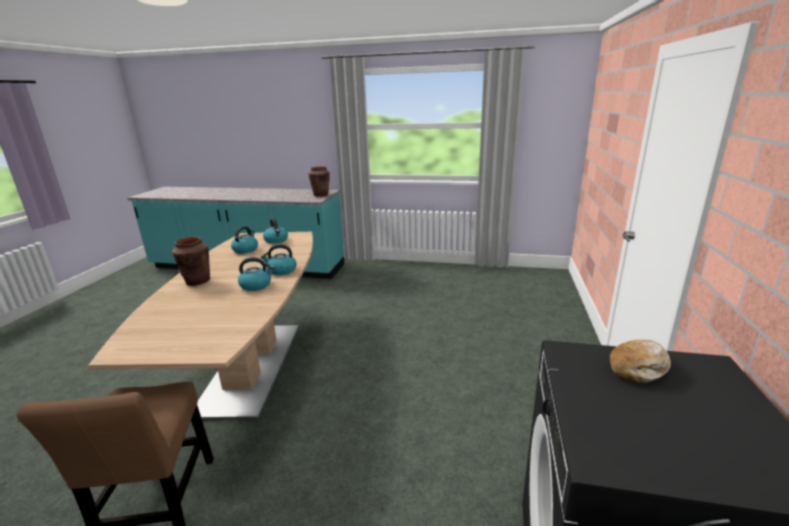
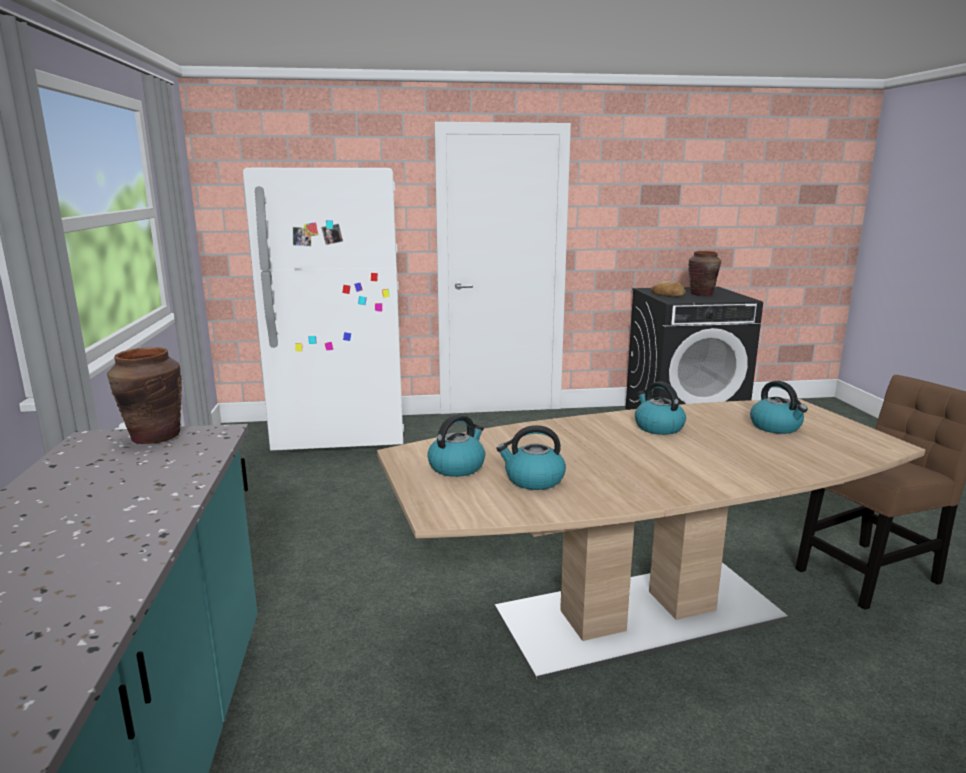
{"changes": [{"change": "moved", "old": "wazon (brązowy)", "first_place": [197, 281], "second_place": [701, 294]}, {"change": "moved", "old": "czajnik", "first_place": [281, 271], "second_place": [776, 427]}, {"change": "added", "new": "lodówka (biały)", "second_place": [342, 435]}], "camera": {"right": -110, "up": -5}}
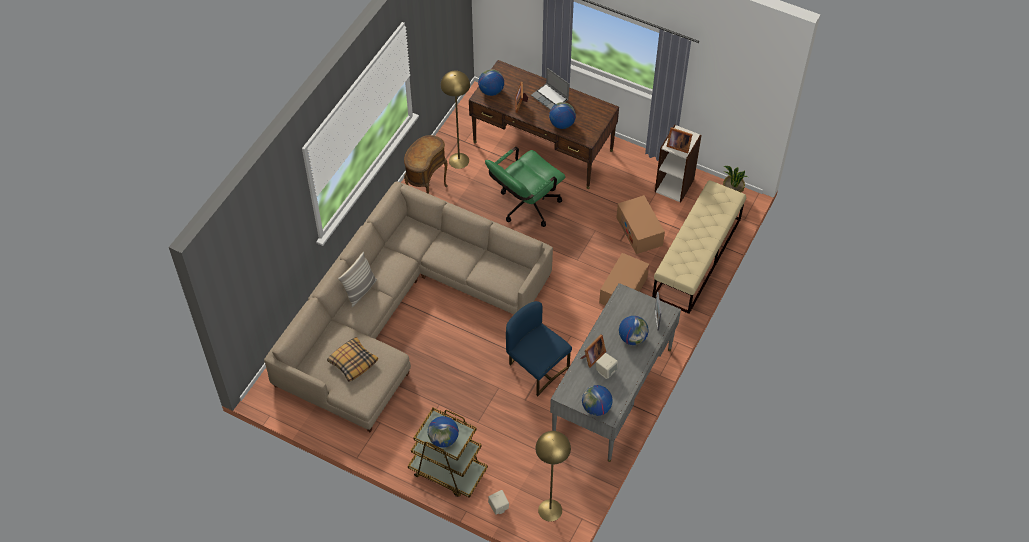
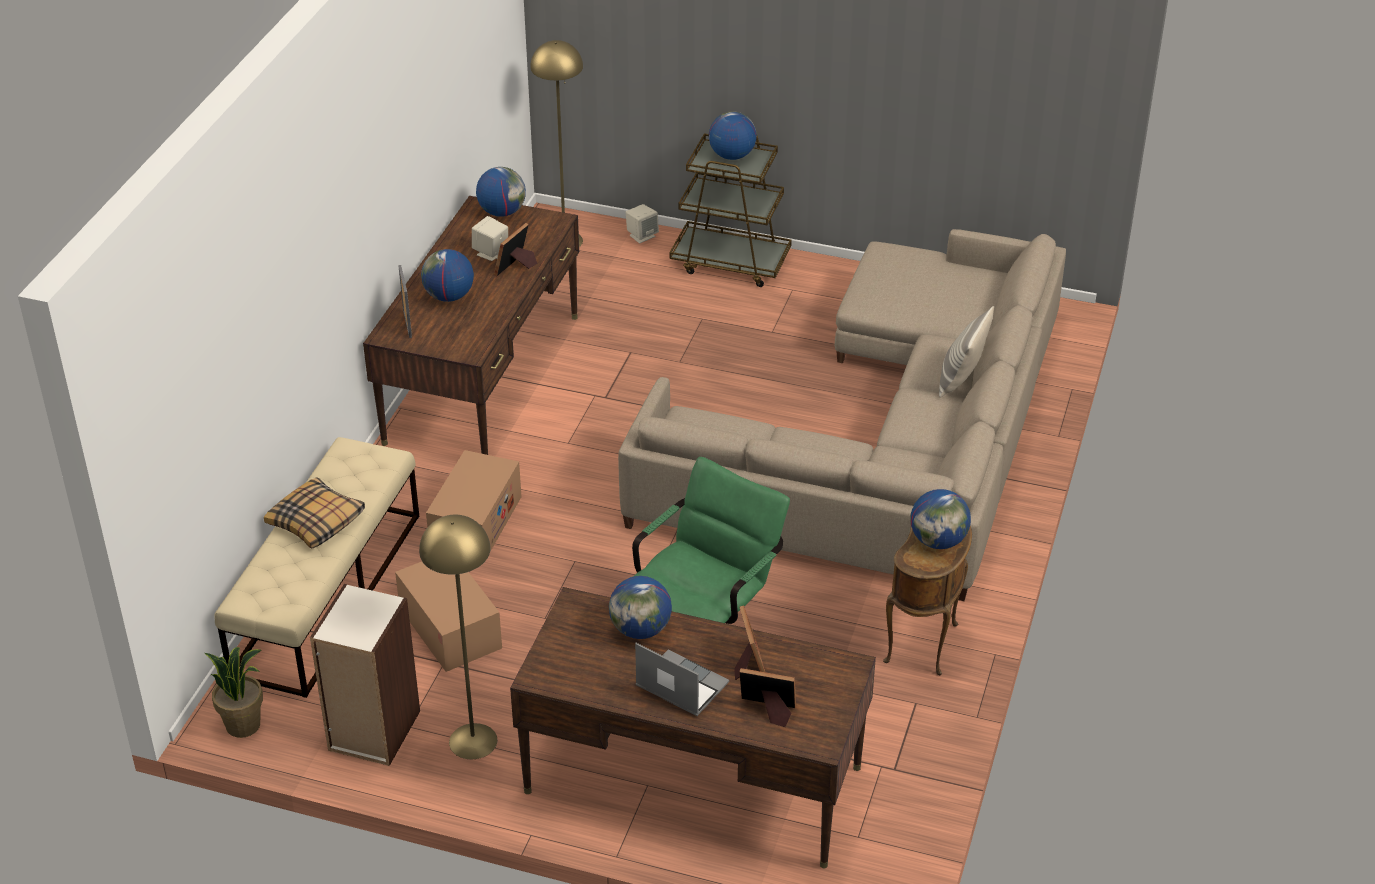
{"changes": [{"change": "moved", "old": "globus", "first_place": [491, 91], "second_place": [938, 541]}, {"change": "moved", "old": "lampa stojąca (żółty)", "first_place": [459, 160], "second_place": [473, 741]}, {"change": "moved", "old": "ramka na zdjęcie", "first_place": [678, 145], "second_place": [768, 711]}, {"change": "recoloured", "old": "biurko (szary)", "new": "biurko (brązowy)", "first_place": [612, 391], "second_place": [482, 378]}, {"change": "removed", "old": "krzesło (niebieski)", "first_place": [536, 367]}, {"change": "moved", "old": "poduszka", "first_place": [353, 362], "second_place": [316, 522]}], "camera": {"right": 170, "up": -15}}
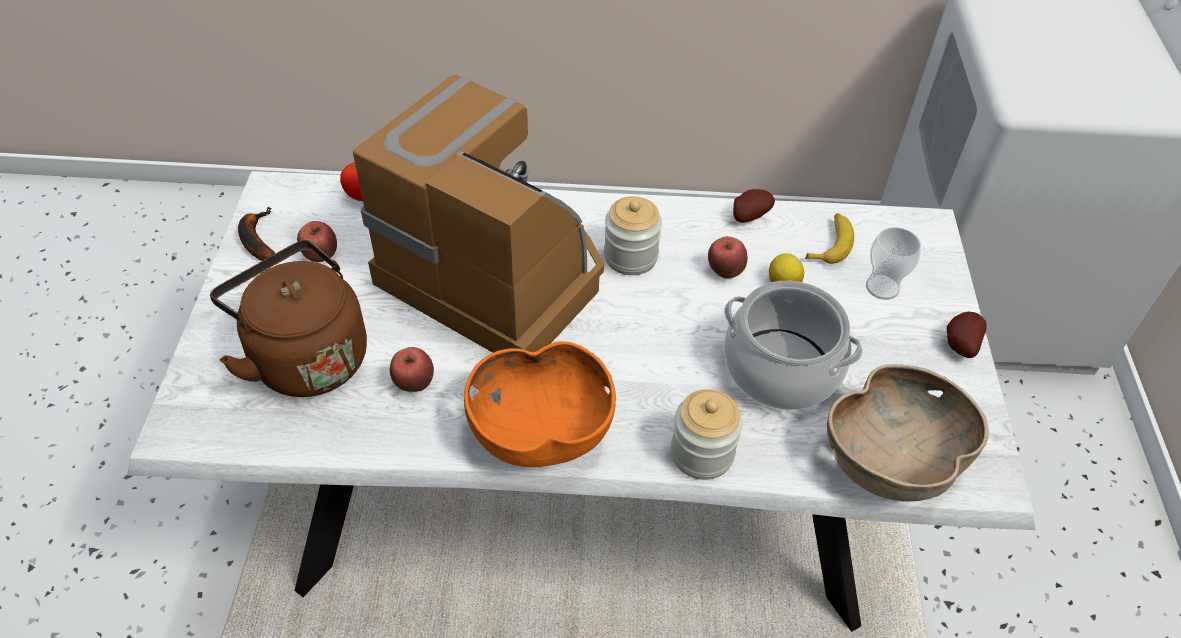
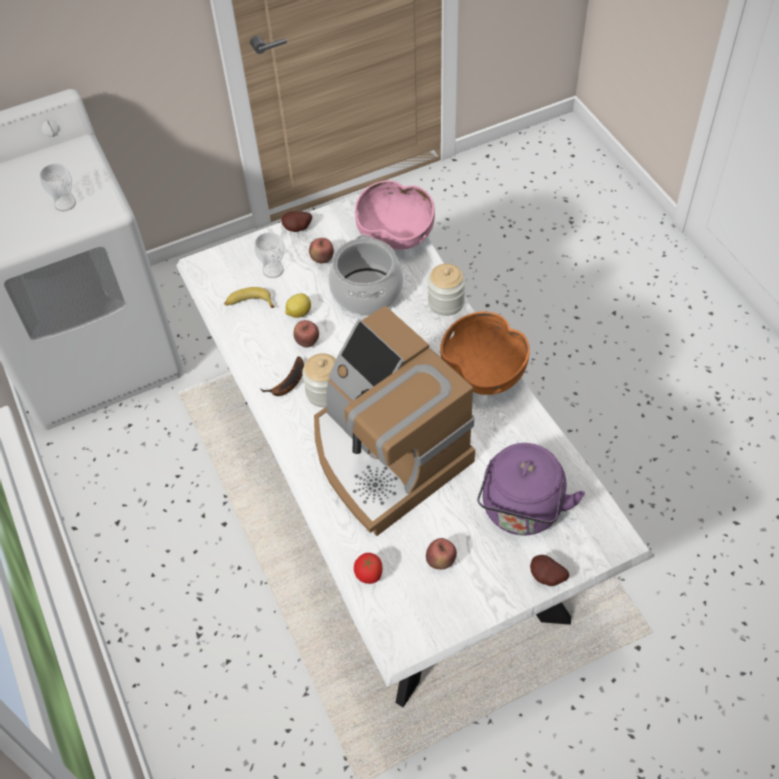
{"changes": [{"change": "turned", "old": "ekspres do kawy", "first_place": [496, 272], "second_place": [385, 454], "degrees": -45}, {"change": "moved", "old": "ziemniak", "first_place": [748, 216], "second_place": [546, 578]}, {"change": "moved", "old": "banan", "first_place": [256, 240], "second_place": [287, 383]}, {"change": "recoloured", "old": "czajnik (brązowy)", "new": "czajnik (fioletowy)", "first_place": [305, 356], "second_place": [521, 512]}, {"change": "moved", "old": "jabłko", "first_place": [414, 384], "second_place": [322, 259]}, {"change": "recoloured", "old": "miska (brązowy)", "new": "miska (różowy)", "first_place": [892, 461], "second_place": [396, 233]}, {"change": "added", "new": "filiżanka", "second_place": [65, 203]}], "camera": {"right": -115, "up": 5}}
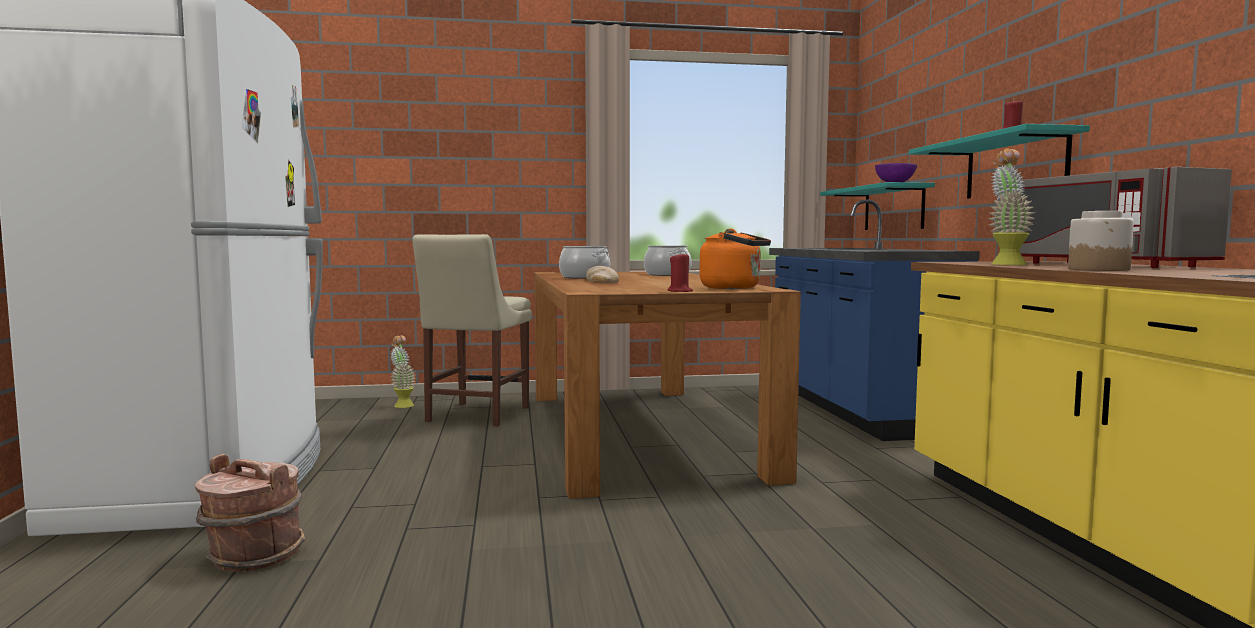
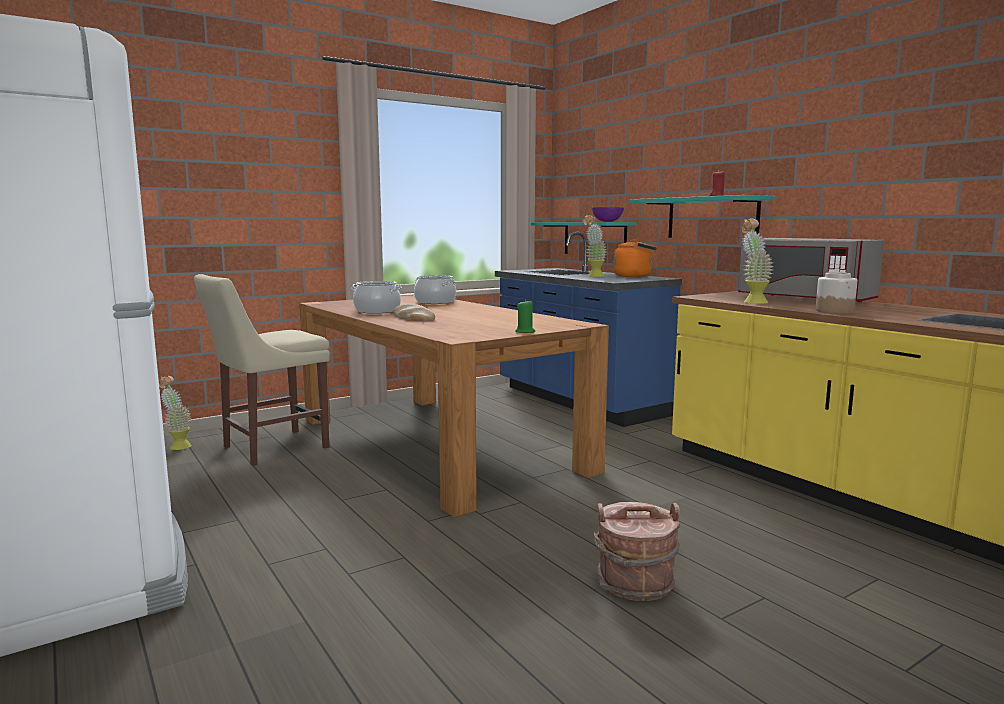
{"changes": [{"change": "moved", "old": "czajnik (pomarańczowy)", "first_place": [734, 288], "second_place": [634, 276]}, {"change": "turned", "old": "krzesło (beżowy)", "first_place": [475, 415], "second_place": [270, 448], "degrees": 60}, {"change": "recoloured", "old": "świeca (czerwony)", "new": "świeca (zielony)", "first_place": [680, 291], "second_place": [525, 332]}, {"change": "moved", "old": "wiadro (brązowy)", "first_place": [253, 555], "second_place": [635, 584]}, {"change": "added", "new": "roślina doniczkowa", "second_place": [593, 276]}], "camera": {"right": -25, "up": 5}}
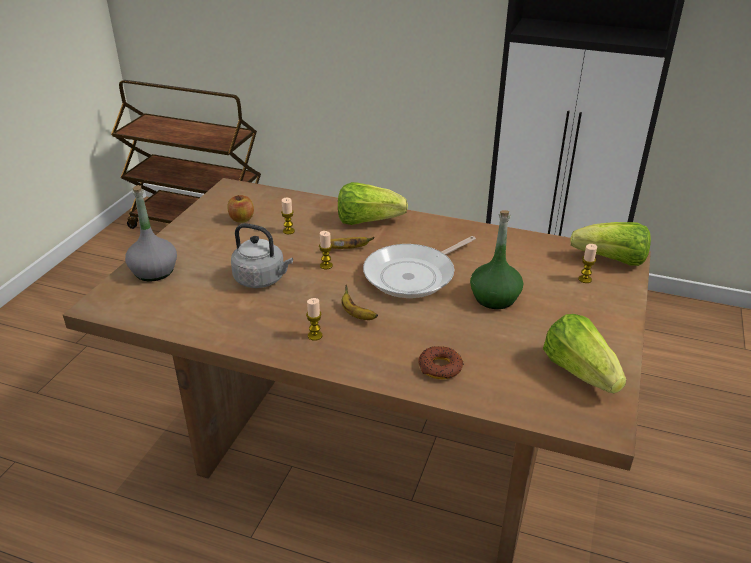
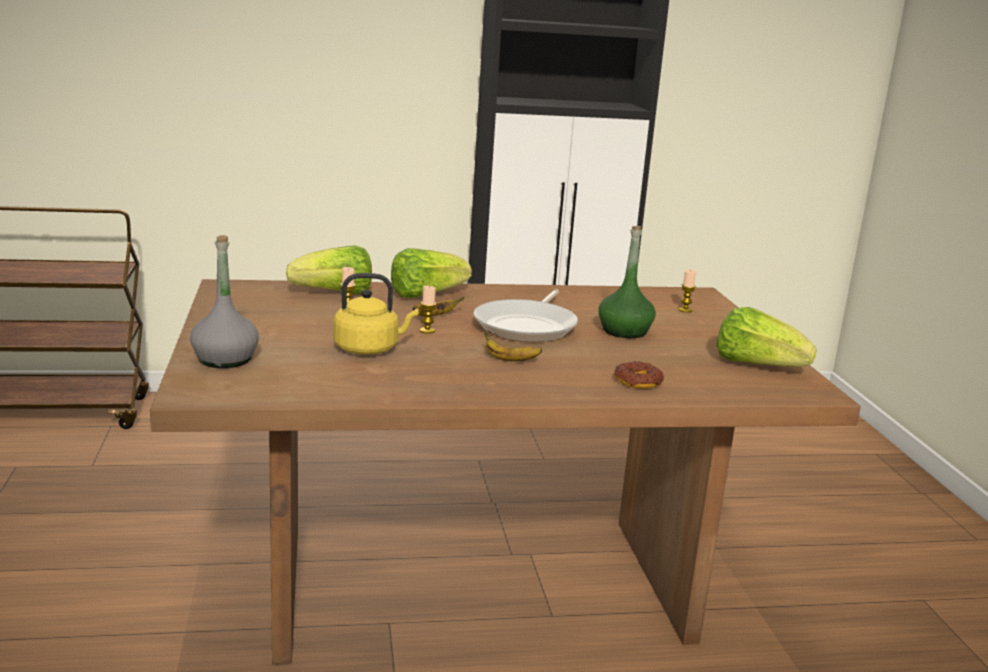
{"changes": [{"change": "removed", "old": "jabłko", "first_place": [242, 219]}, {"change": "moved", "old": "sałata", "first_place": [611, 260], "second_place": [335, 294]}, {"change": "recoloured", "old": "czajnik (szary)", "new": "czajnik (żółty)", "first_place": [262, 279], "second_place": [369, 349]}, {"change": "removed", "old": "świeca", "first_place": [315, 336]}], "camera": {"right": -30, "up": -15}}
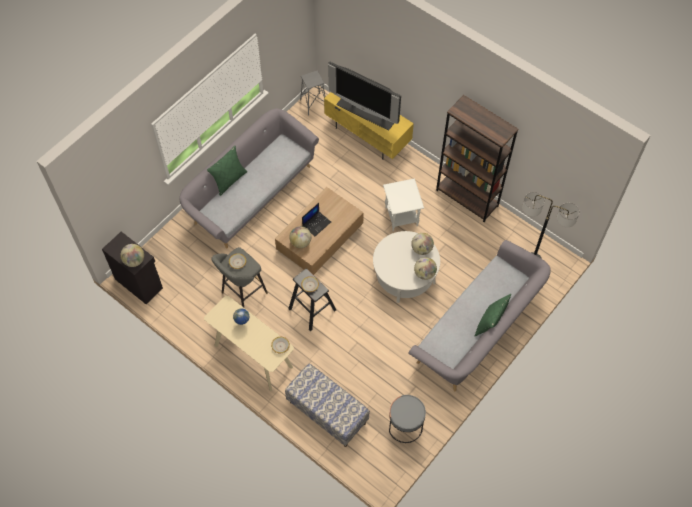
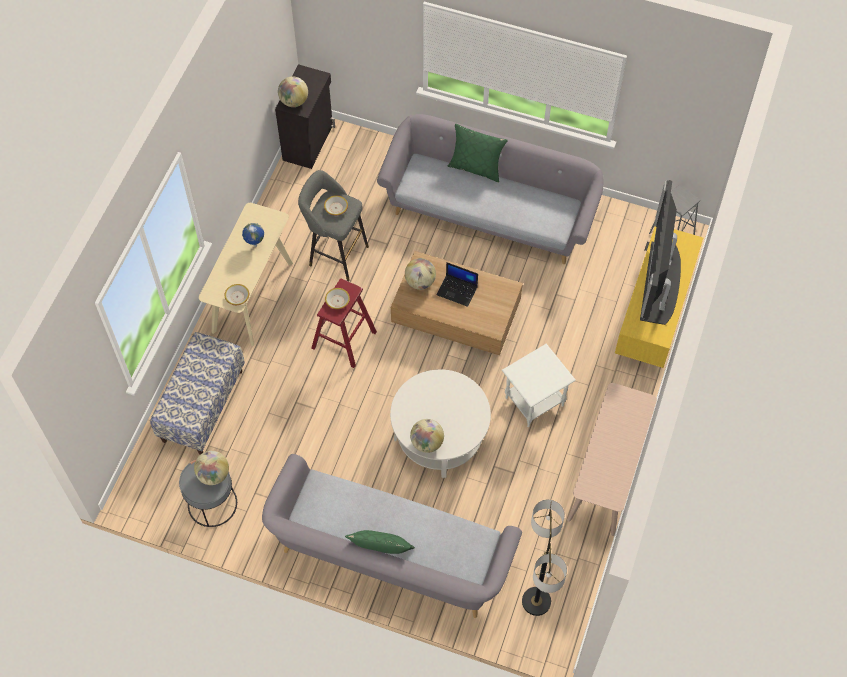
{"changes": [{"change": "replaced", "old": "regał (brązowy)", "new": "stolik konsolowy (beżowy)", "first_place": [467, 198], "second_place": [606, 479]}, {"change": "moved", "old": "globus", "first_place": [421, 249], "second_place": [213, 474]}, {"change": "recoloured", "old": "stołek (czarny)", "new": "stołek (czerwony)", "first_place": [312, 309], "second_place": [344, 340]}], "camera": {"right": 70, "up": 0}}
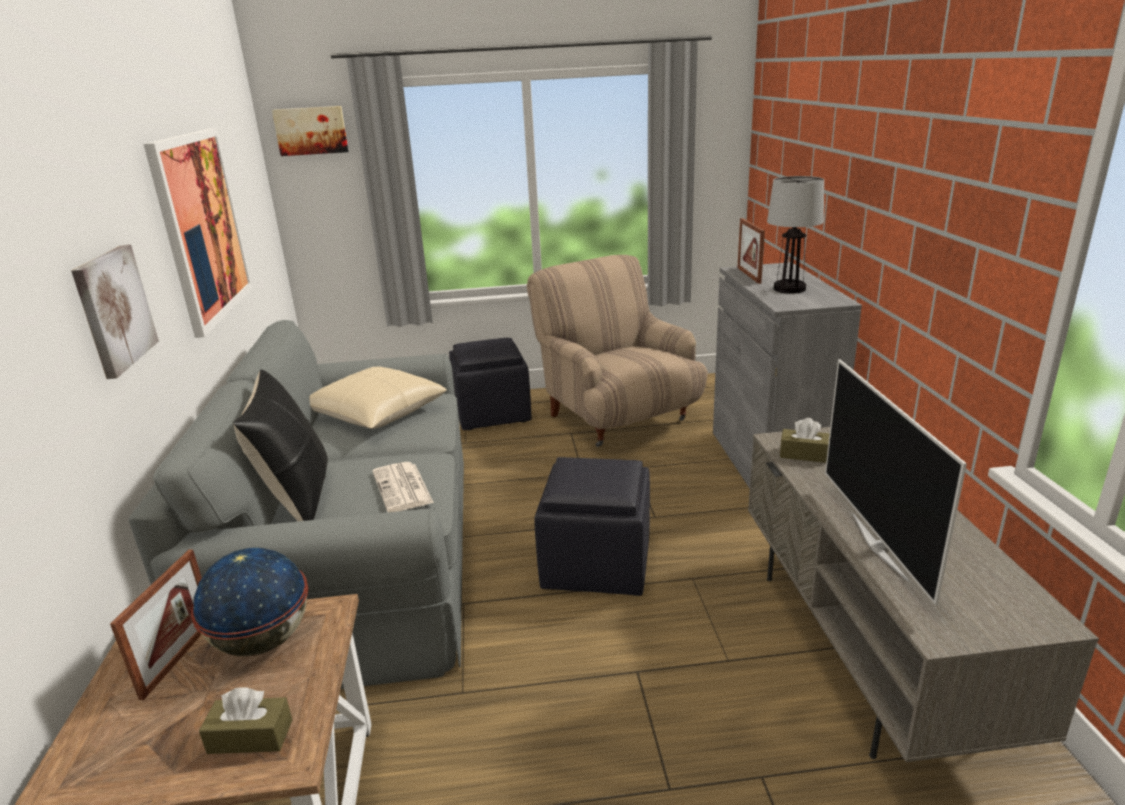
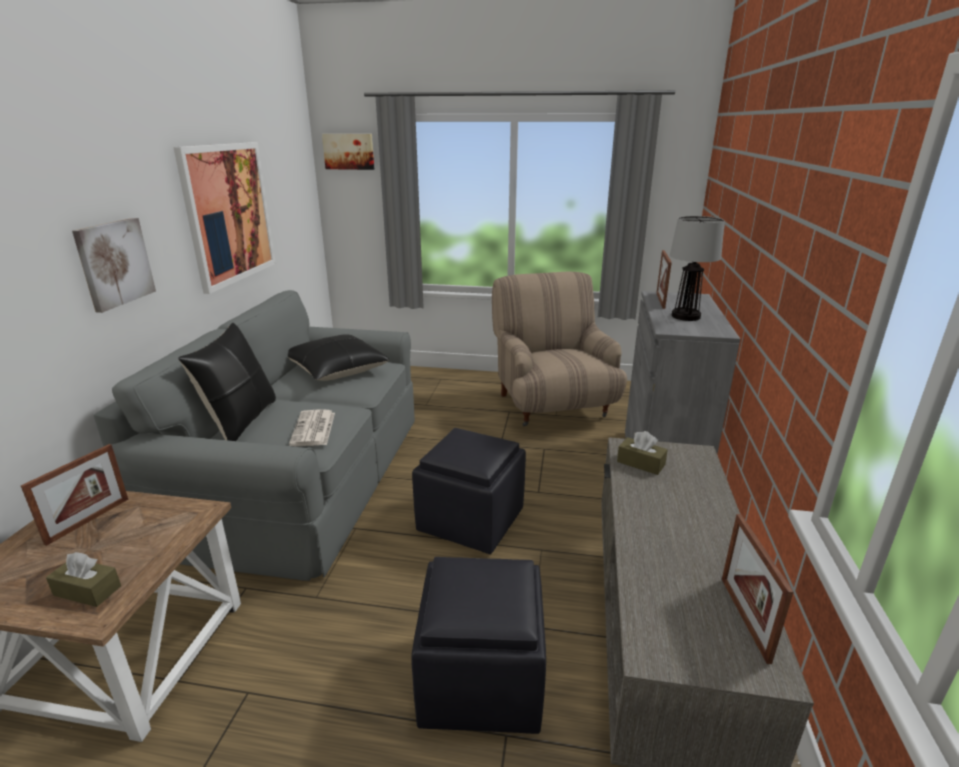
{"changes": [{"change": "moved", "old": "pufa (czarny)", "first_place": [491, 414], "second_place": [479, 681]}, {"change": "removed", "old": "telewizor", "first_place": [880, 545]}, {"change": "recoloured", "old": "poduszka (beżowy)", "new": "poduszka (czarny)", "first_place": [377, 413], "second_place": [337, 370]}, {"change": "removed", "old": "globus", "first_place": [262, 642]}, {"change": "added", "new": "ramka na zdjęcie", "second_place": [744, 618]}], "camera": {"right": 15, "up": 0}}
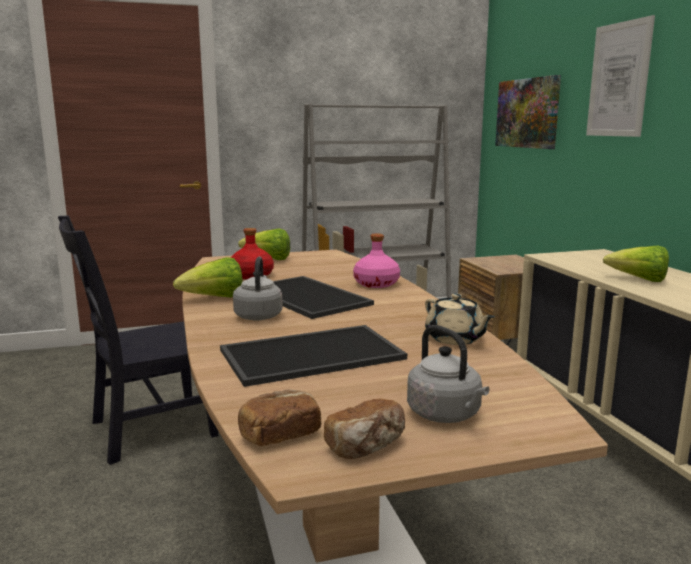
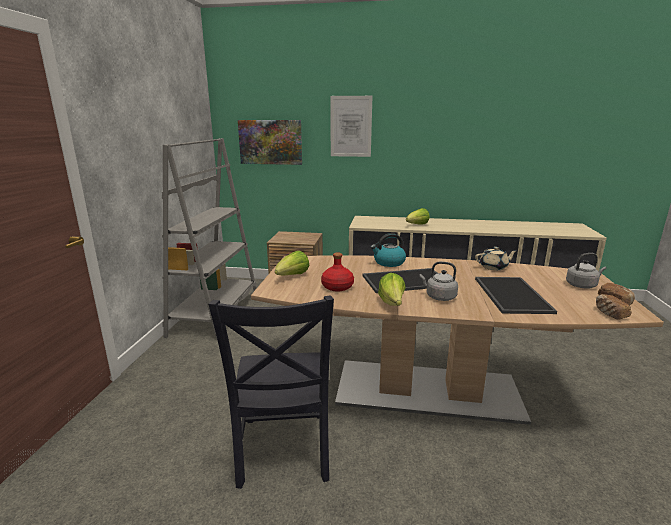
{"changes": [{"change": "replaced", "old": "butelka (różowy)", "new": "czajnik", "first_place": [376, 284], "second_place": [388, 262]}], "camera": {"right": -65, "up": 5}}
